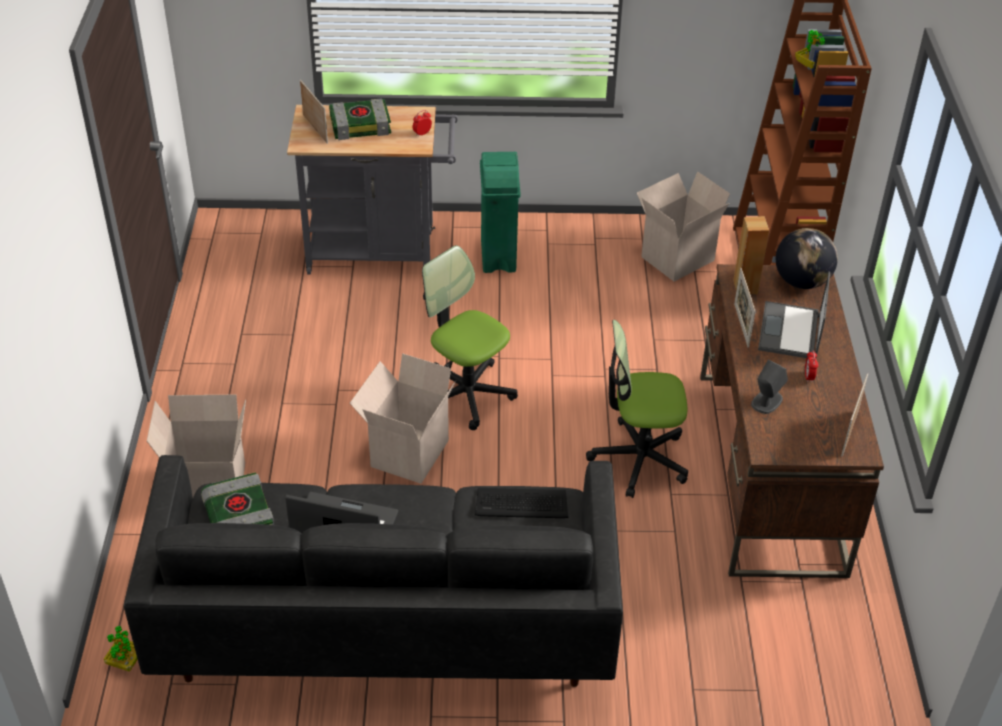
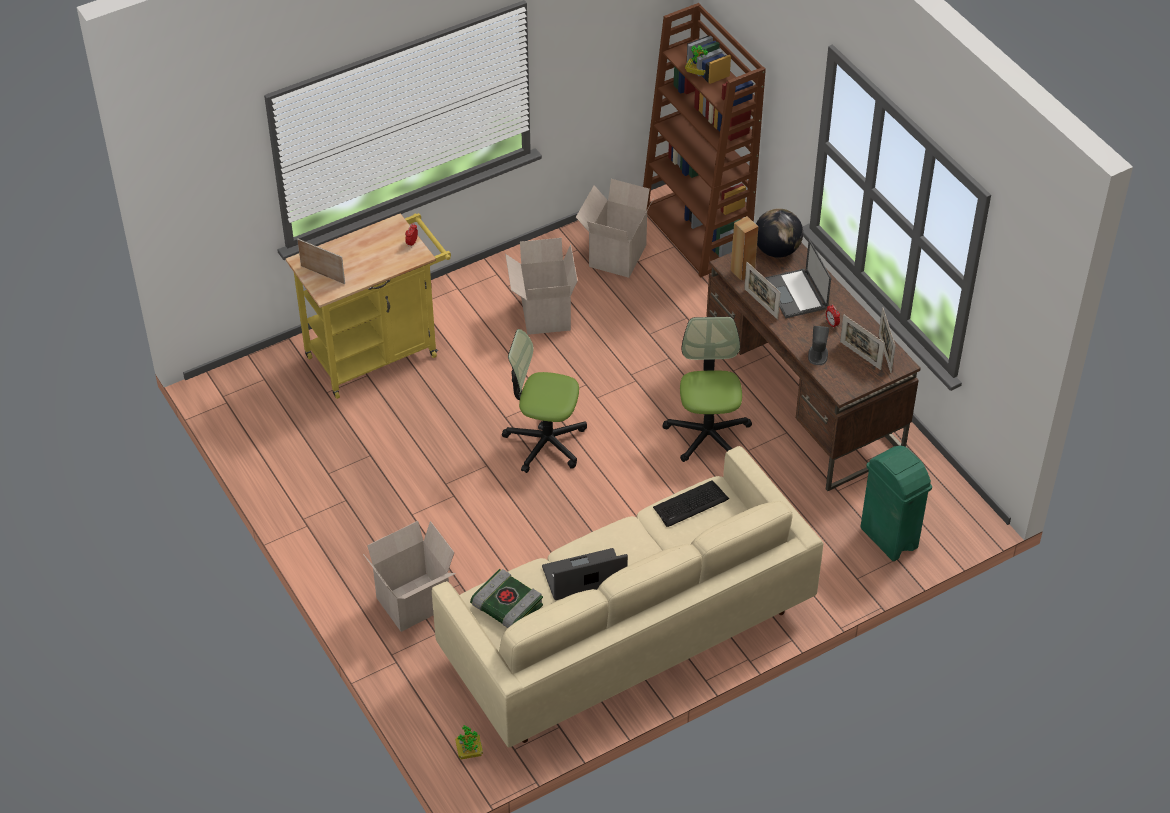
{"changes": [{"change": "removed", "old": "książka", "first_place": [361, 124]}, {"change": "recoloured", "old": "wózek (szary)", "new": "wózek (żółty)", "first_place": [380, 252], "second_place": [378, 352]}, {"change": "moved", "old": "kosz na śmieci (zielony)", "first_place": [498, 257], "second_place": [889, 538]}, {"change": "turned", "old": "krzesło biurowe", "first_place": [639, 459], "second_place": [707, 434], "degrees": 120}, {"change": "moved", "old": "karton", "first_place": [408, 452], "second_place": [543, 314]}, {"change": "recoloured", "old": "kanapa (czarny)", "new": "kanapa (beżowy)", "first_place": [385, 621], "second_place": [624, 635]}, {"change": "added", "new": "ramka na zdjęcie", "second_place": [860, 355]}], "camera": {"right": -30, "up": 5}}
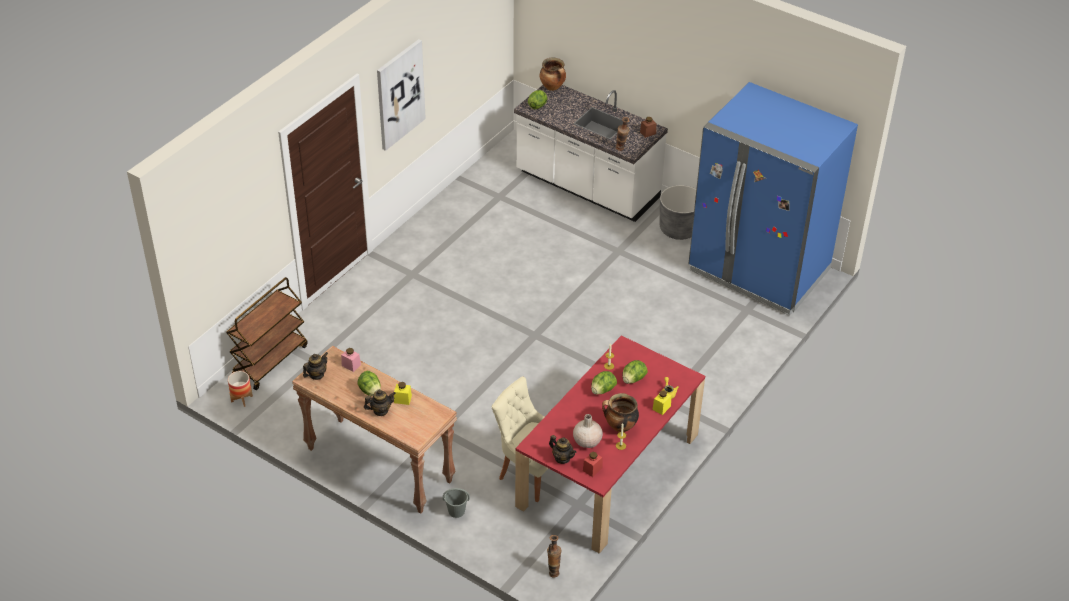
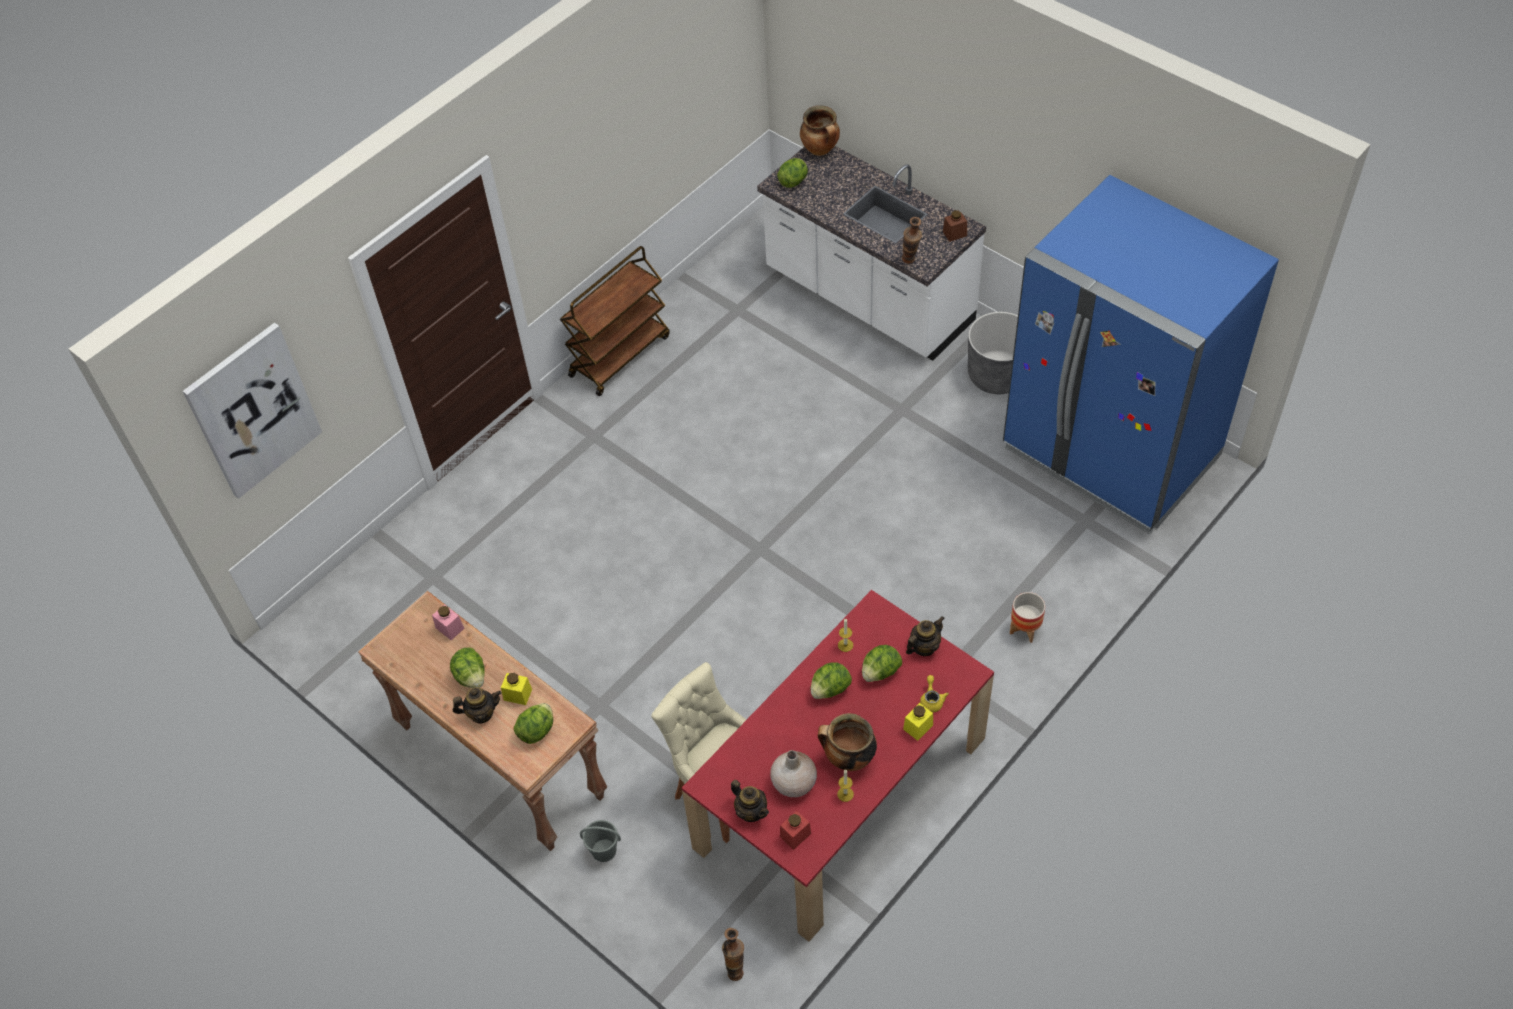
{"changes": [{"change": "moved", "old": "obraz", "first_place": [400, 94], "second_place": [253, 410]}, {"change": "moved", "old": "wózek (brązowy)", "first_place": [270, 360], "second_place": [620, 355]}, {"change": "moved", "old": "imbryk", "first_place": [316, 375], "second_place": [924, 647]}, {"change": "moved", "old": "donica", "first_place": [241, 399], "second_place": [1025, 629]}, {"change": "added", "new": "sałata", "second_place": [537, 730]}], "camera": {"right": 10, "up": 10}}
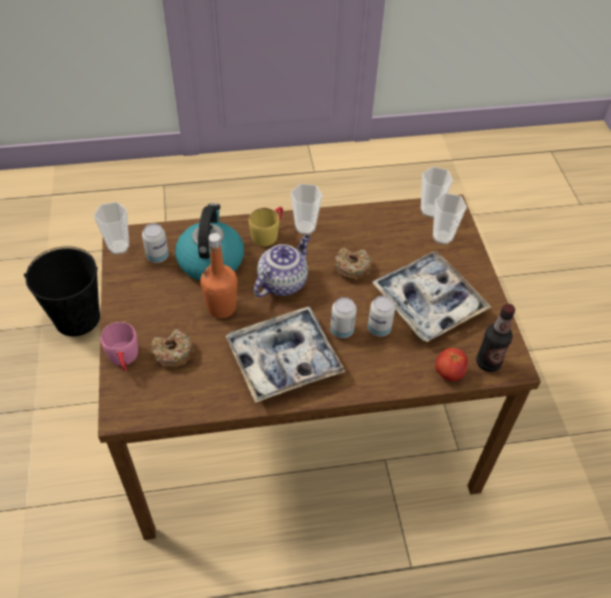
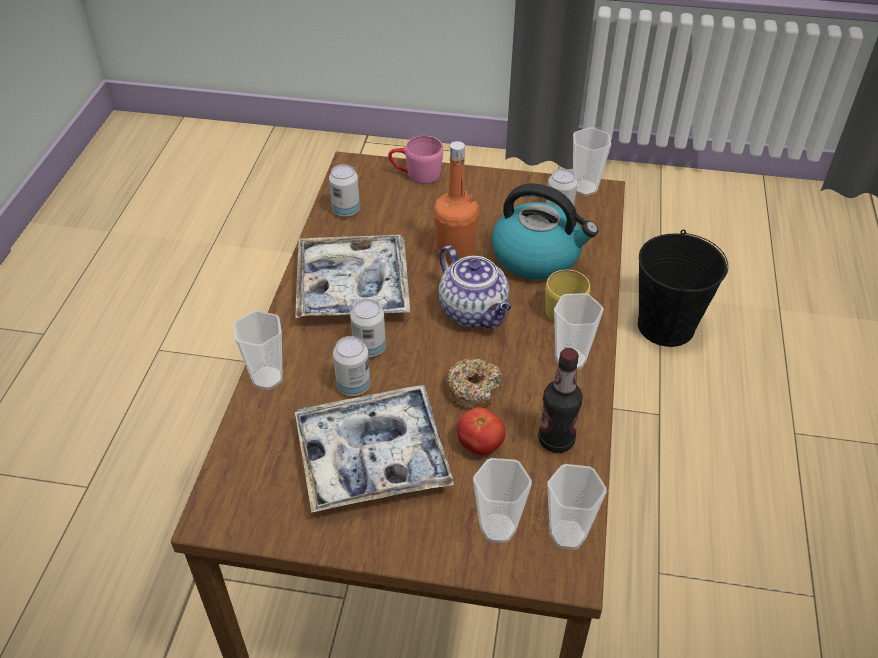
{"changes": [{"change": "moved", "old": "butelka", "first_place": [488, 362], "second_place": [556, 440]}, {"change": "removed", "old": "donut", "first_place": [173, 353]}, {"change": "moved", "old": "pomidor", "first_place": [448, 373], "second_place": [480, 445]}, {"change": "added", "new": "puszka", "second_place": [346, 210]}, {"change": "added", "new": "filiżanka", "second_place": [267, 378]}], "camera": {"right": 110, "up": -5}}
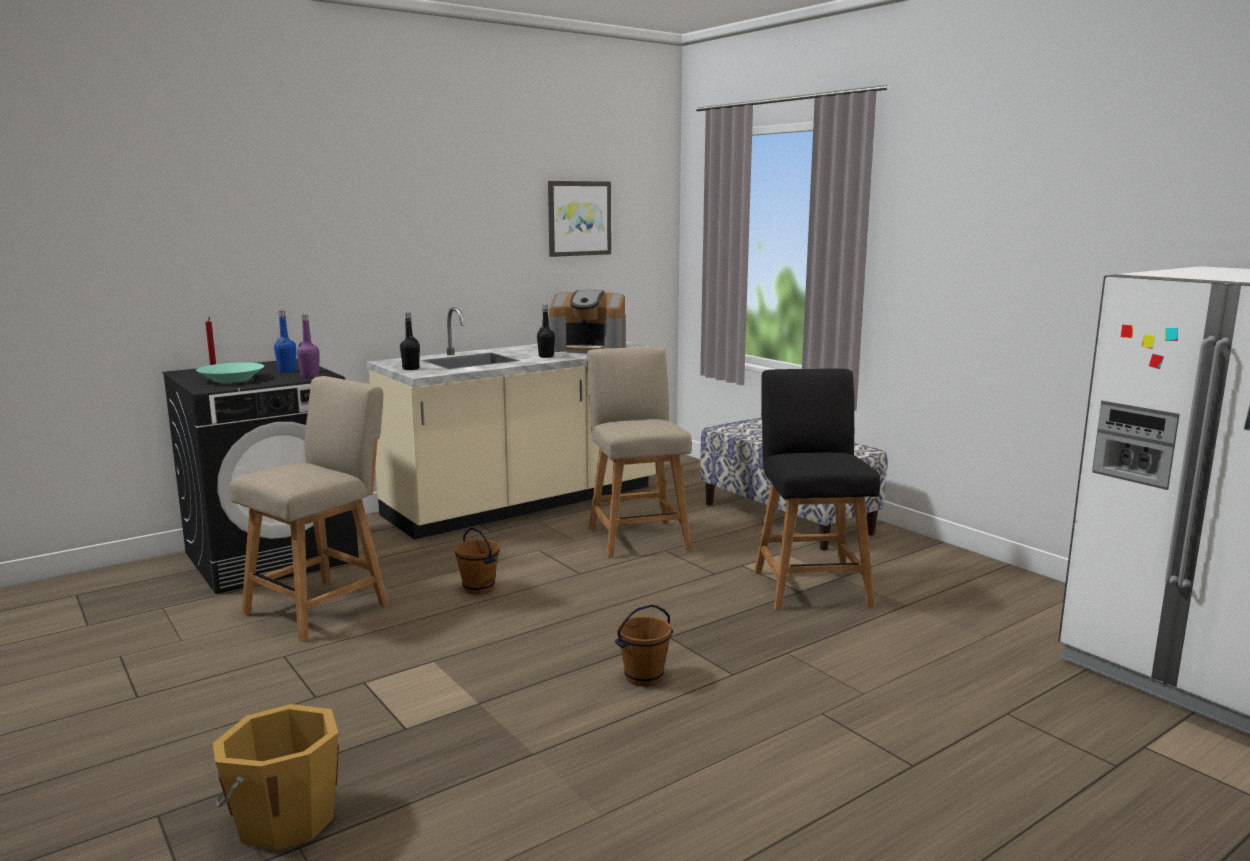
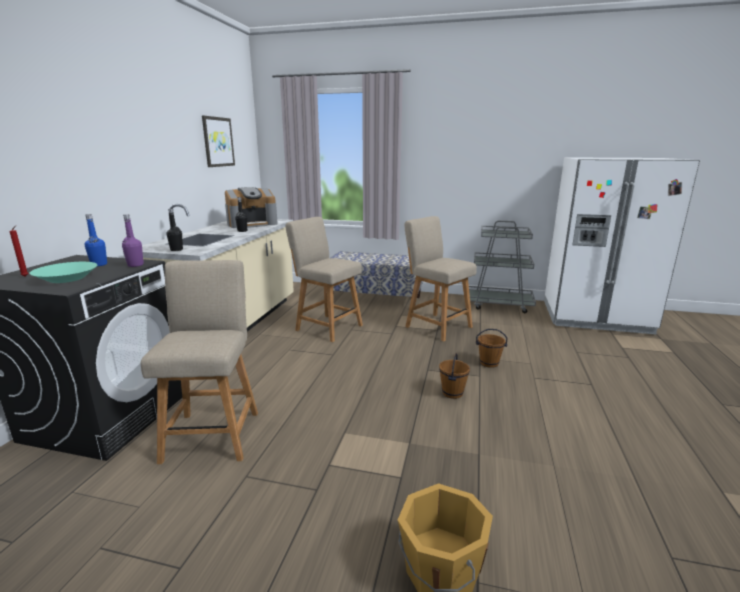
{"changes": [{"change": "recoloured", "old": "krzesło (czarny)", "new": "krzesło (beżowy)", "first_place": [809, 585], "second_place": [436, 326]}, {"change": "moved", "old": "wiadro (brązowy)", "first_place": [479, 588], "second_place": [489, 363]}, {"change": "added", "new": "wózek (szary)", "second_place": [498, 304]}], "camera": {"right": -40, "up": 5}}
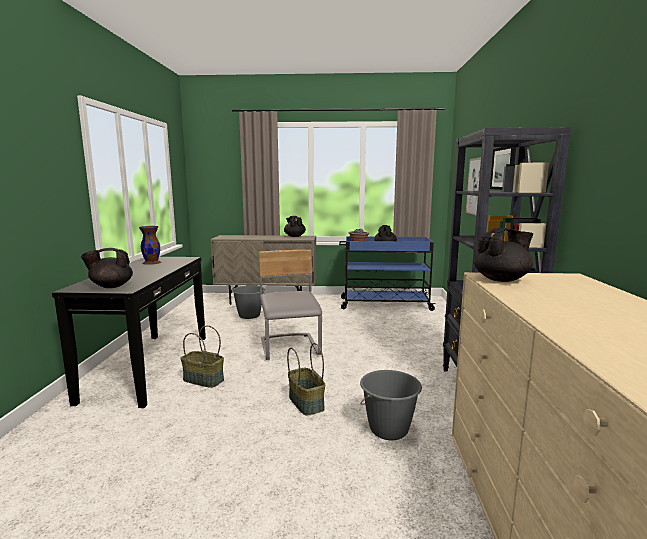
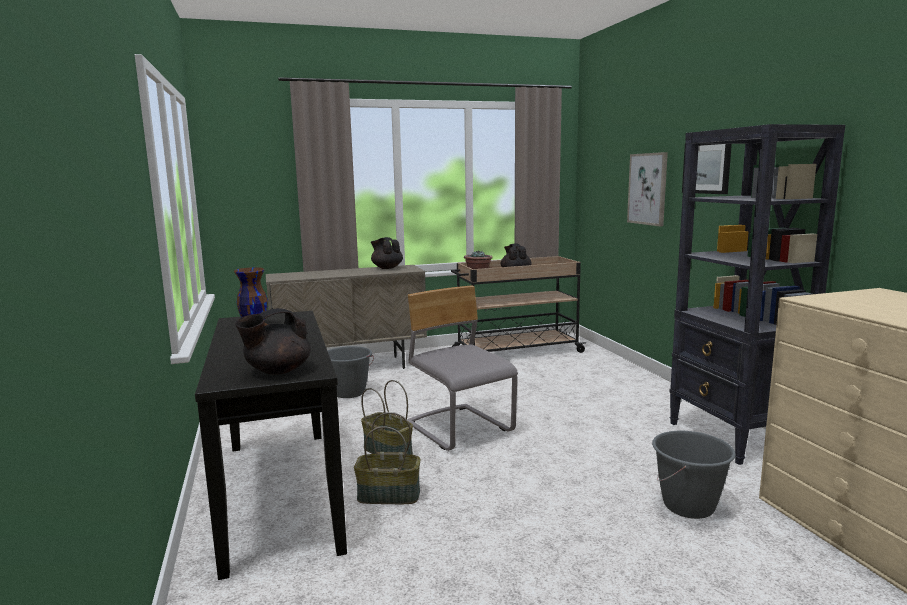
{"changes": [{"change": "removed", "old": "imbryk (czarny)", "first_place": [502, 279]}, {"change": "recoloured", "old": "wózek (niebieski)", "new": "wózek (beżowy)", "first_place": [384, 304], "second_place": [516, 352]}, {"change": "moved", "old": "koszyk", "first_place": [307, 403], "second_place": [388, 451]}], "camera": {"right": -20, "up": 0}}
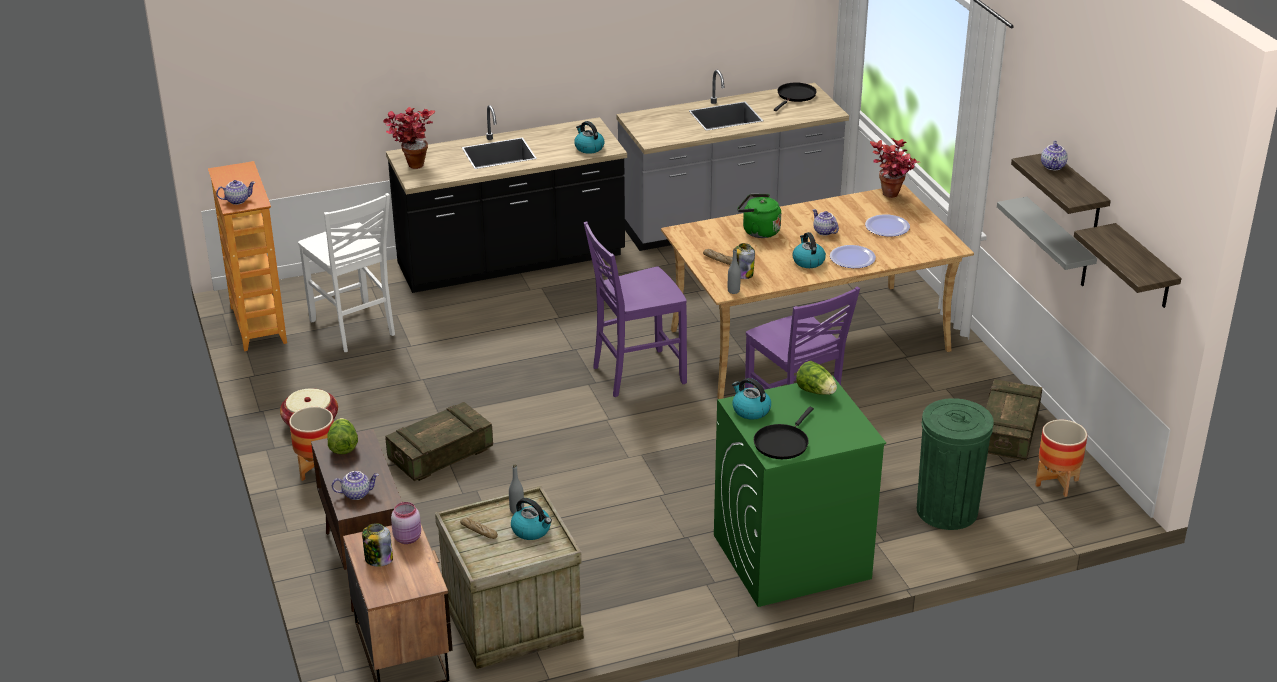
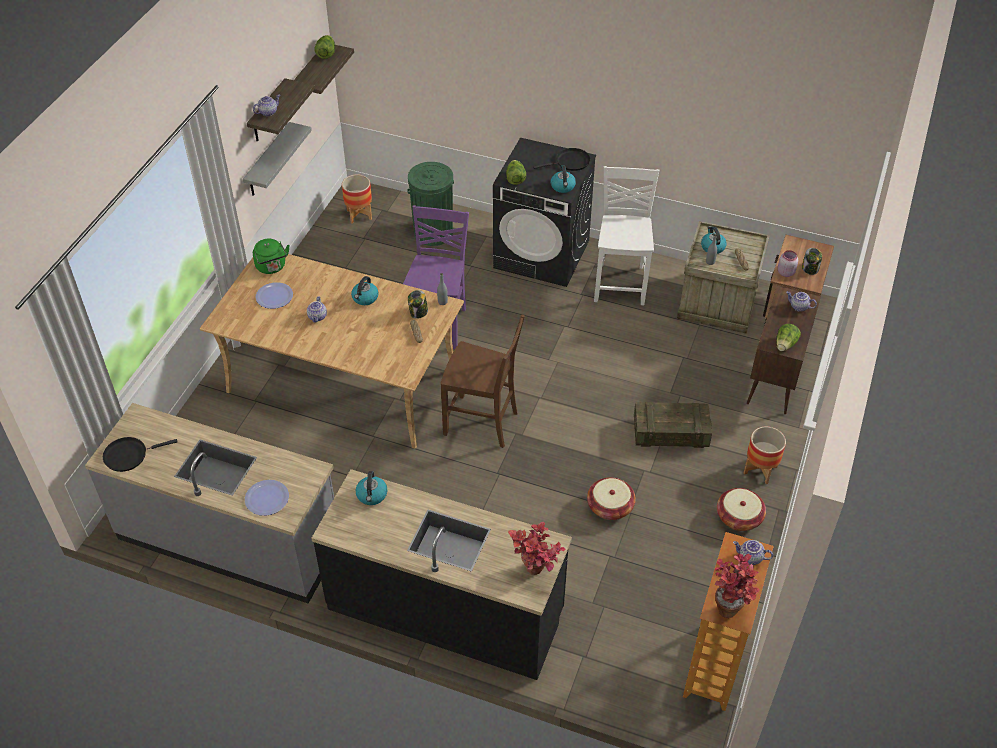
{"changes": [{"change": "moved", "old": "roślina doniczkowa", "first_place": [891, 197], "second_place": [730, 605]}, {"change": "moved", "old": "krzesło (biały)", "first_place": [354, 328], "second_place": [621, 283]}, {"change": "moved", "old": "czajnik (zielony)", "first_place": [758, 231], "second_place": [272, 267]}, {"change": "recoloured", "old": "krzesło (fioletowy)", "new": "krzesło (brązowy)", "first_place": [636, 374], "second_place": [482, 423]}, {"change": "moved", "old": "talerz", "first_place": [852, 258], "second_place": [267, 498]}, {"change": "recoloured", "old": "pralka (zielony)", "new": "pralka (czarny)", "first_place": [790, 557], "second_place": [542, 254]}, {"change": "removed", "old": "skrzynka", "first_place": [1007, 433]}, {"change": "added", "new": "sałata", "second_place": [326, 54]}, {"change": "added", "new": "koszyk", "second_place": [610, 507]}], "camera": {"right": -140, "up": 15}}
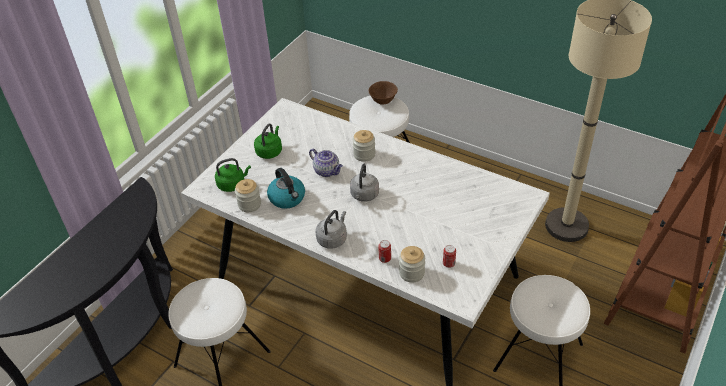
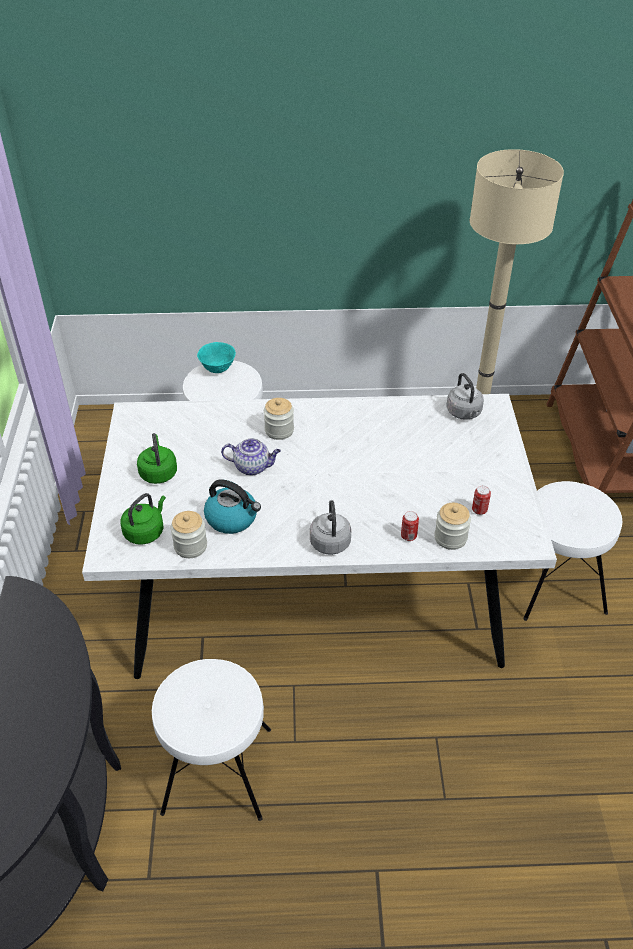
{"changes": [{"change": "recoloured", "old": "miska (brązowy)", "new": "miska (turkusowy)", "first_place": [383, 101], "second_place": [218, 368]}, {"change": "moved", "old": "czajnik (szary)", "first_place": [364, 195], "second_place": [464, 413]}], "camera": {"right": -35, "up": 0}}
